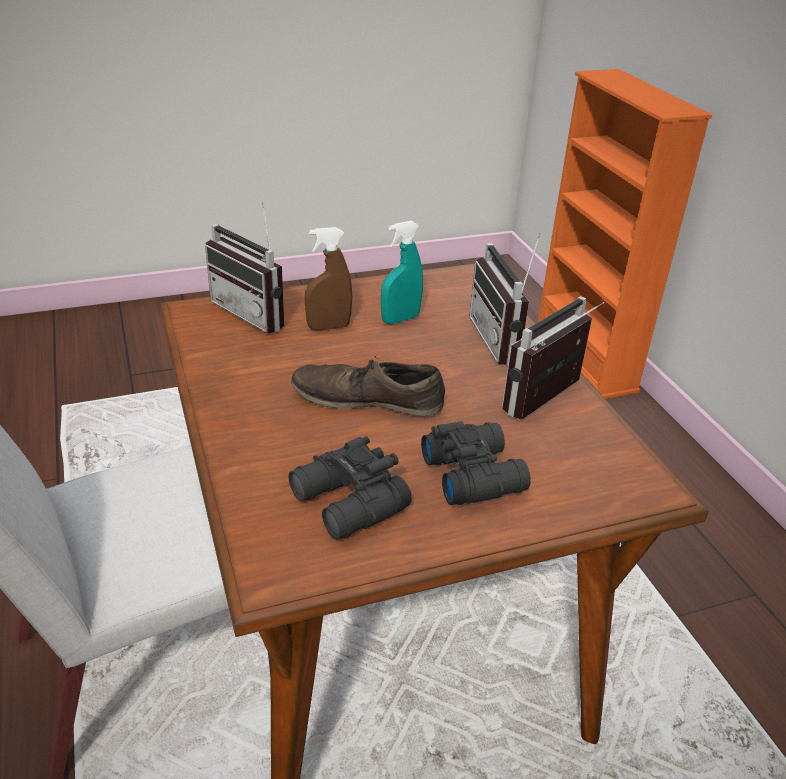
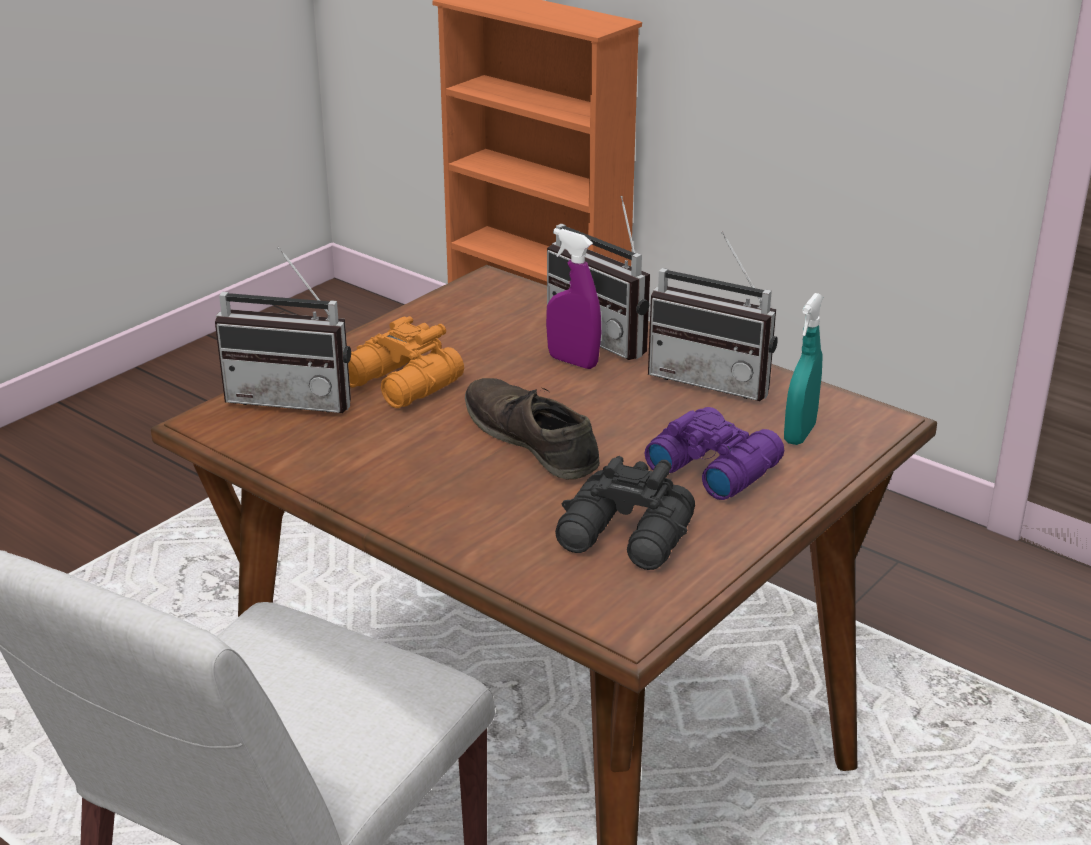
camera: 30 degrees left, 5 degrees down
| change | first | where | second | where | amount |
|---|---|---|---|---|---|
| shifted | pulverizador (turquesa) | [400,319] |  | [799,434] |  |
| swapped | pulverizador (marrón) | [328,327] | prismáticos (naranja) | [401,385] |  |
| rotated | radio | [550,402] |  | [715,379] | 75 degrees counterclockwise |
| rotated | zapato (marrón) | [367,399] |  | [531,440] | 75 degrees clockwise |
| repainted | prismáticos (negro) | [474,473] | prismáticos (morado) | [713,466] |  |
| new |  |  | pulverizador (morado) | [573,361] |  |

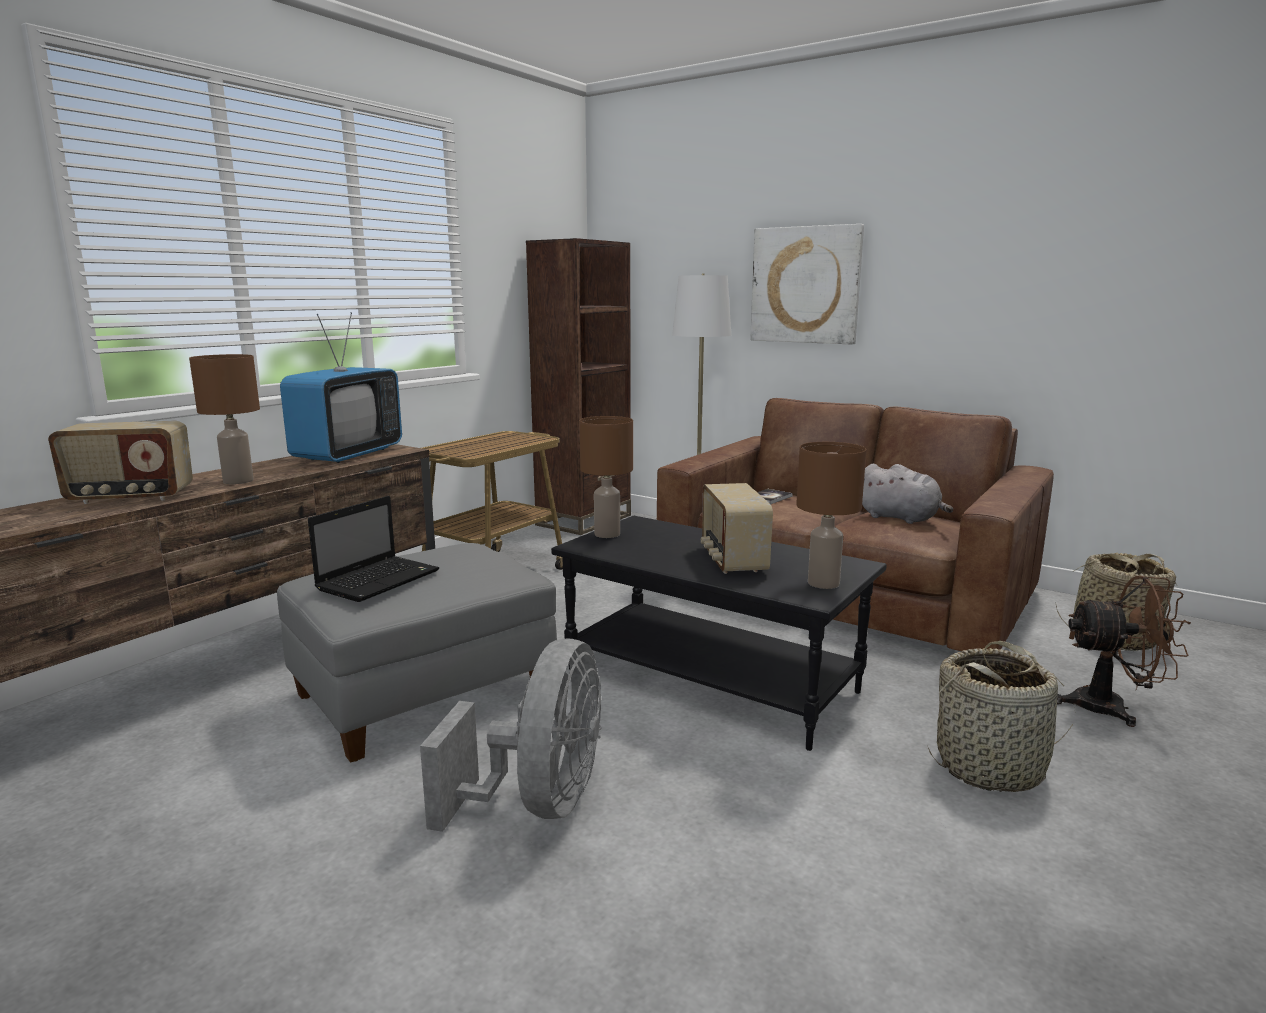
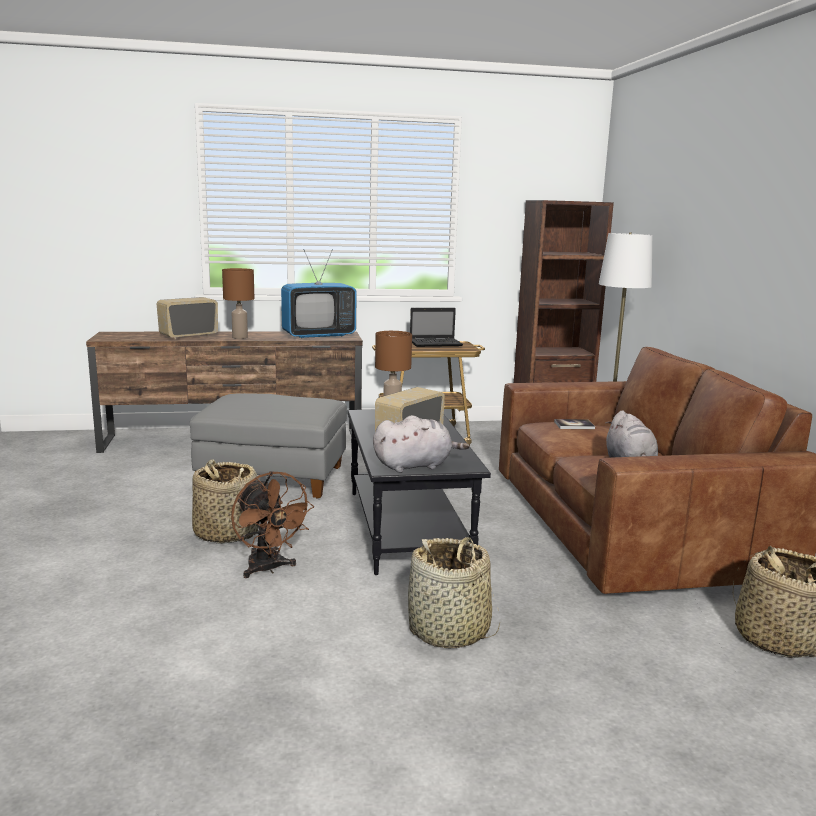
camera: 45 degrees right, 0 degrees up
| change | first | where | second | where | amount |
|---|---|---|---|---|---|
| gone | cuadro | [805,285] |  |  |  |
| rotated | radio | [130,497] |  | [188,336] | 105 degrees clockwise |
| swapped | lámpara de mesa (marrón) | [823,583] | peluche (gris) | [415,466] |  |
| shifted | portátil | [380,579] |  | [436,343] |  |
| shifted | ventilador (marrón) | [1112,707] |  | [268,569] |  |
| swapped | ventilador (gris) | [540,802] | cesta | [226,533] |  |

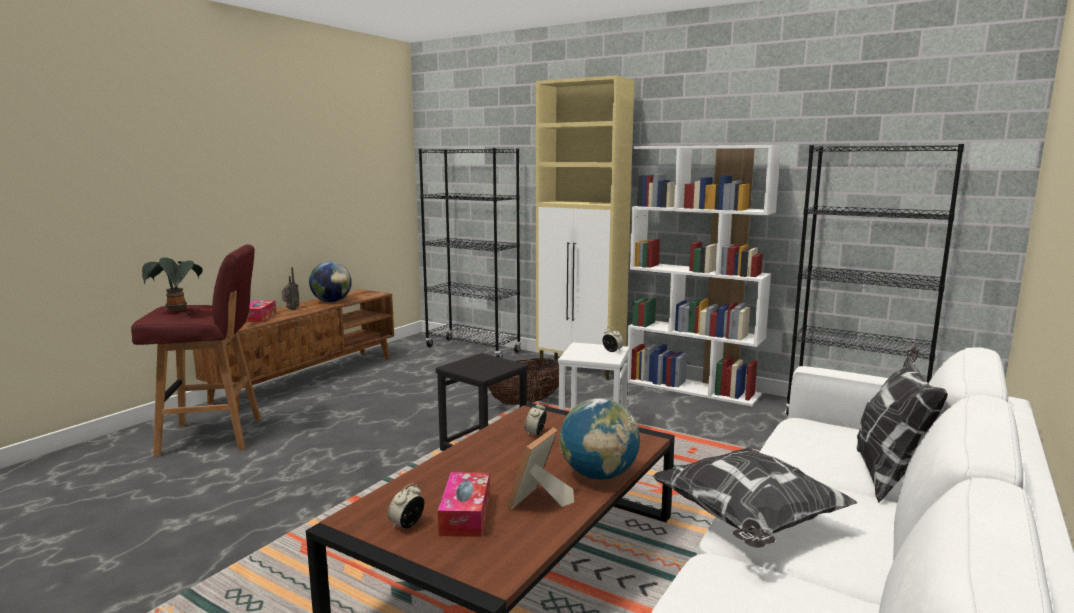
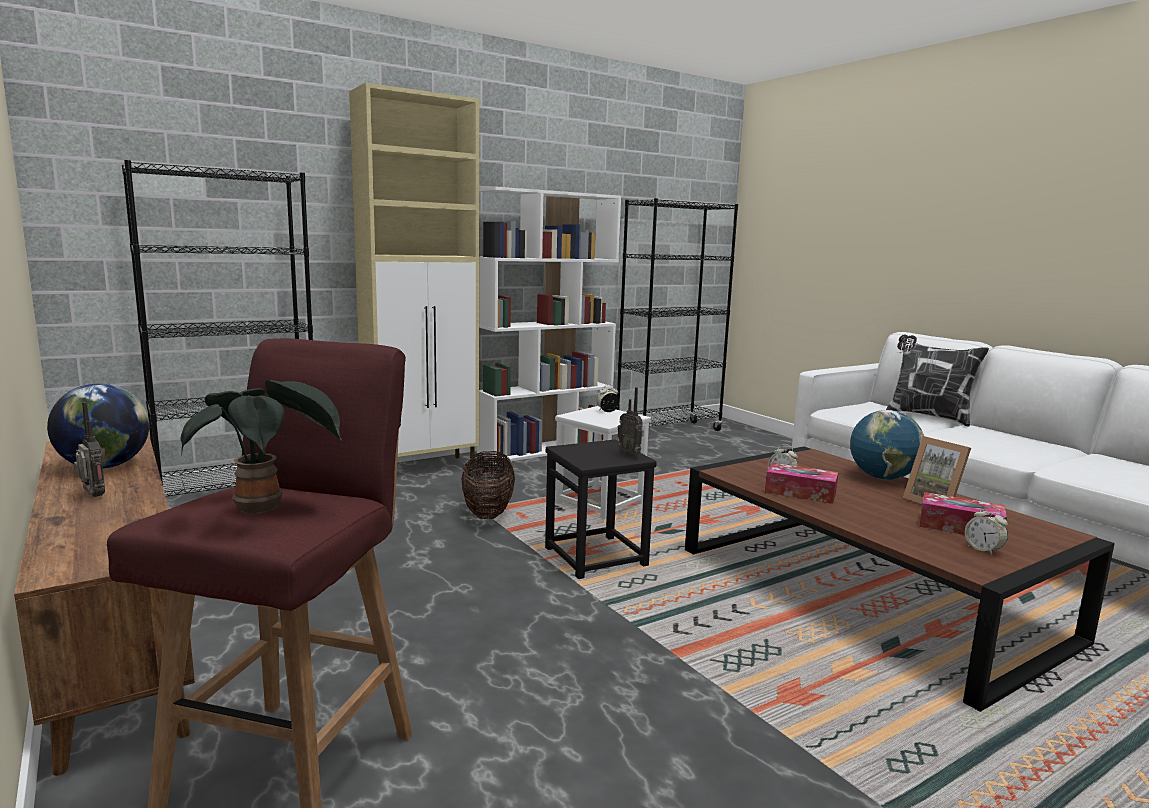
camera: 65 degrees left, 0 degrees up
| change | first | where | second | where | amount |
|---|---|---|---|---|---|
| shifted | caja de pañuelos | [259,317] |  | [800,493] |  |
| gone | cojín | [748,523] |  |  |  |
| new |  |  | radio | [630,455] |  |

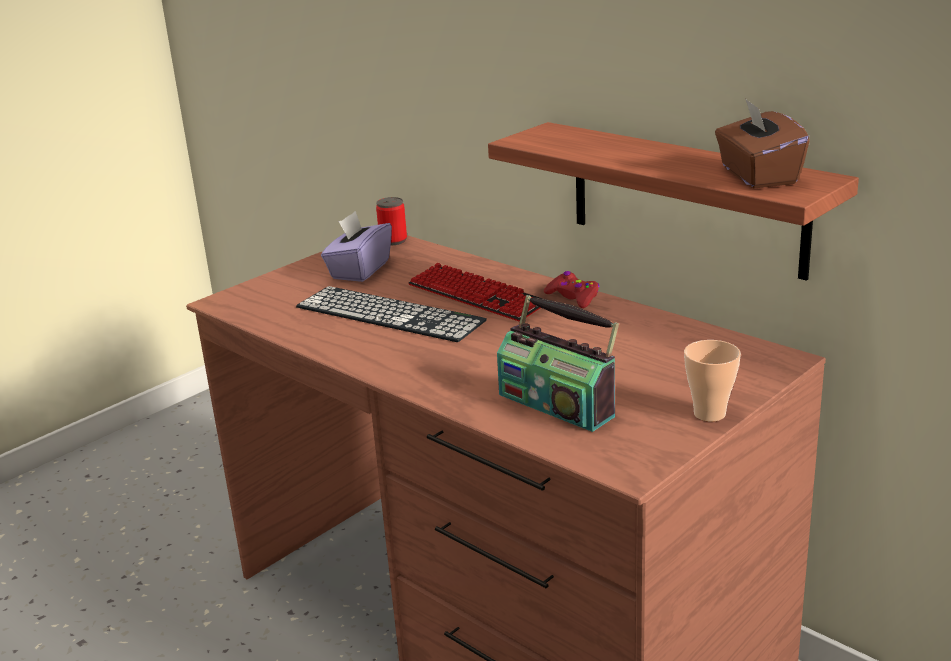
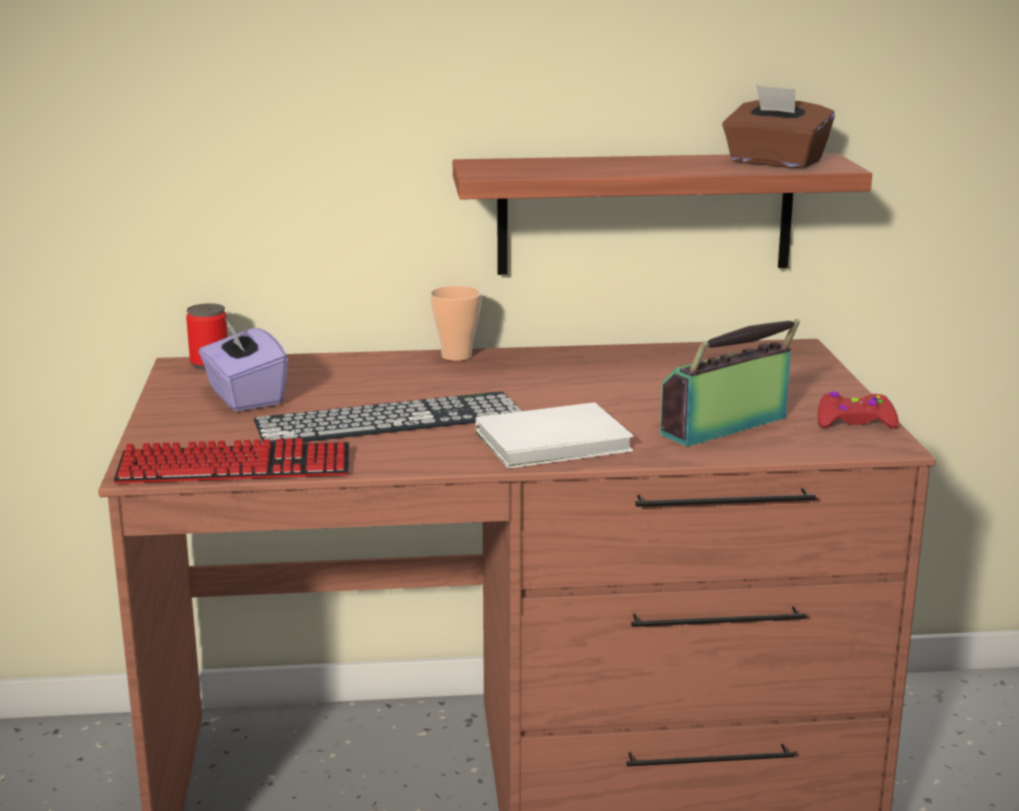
camera: 50 degrees left, 5 degrees down
| change | first | where | second | where | amount |
|---|---|---|---|---|---|
| shifted | teclado | [476,295] |  | [235,467] |  |
| shifted | mando de consola (rojo) | [573,297] |  | [854,422] |  |
| rotated | radio | [558,404] |  | [726,427] | 150 degrees clockwise |
| shifted | taza | [709,414] |  | [456,356] |  |
| new |  |  | libro (blanco) | [557,442] |  |

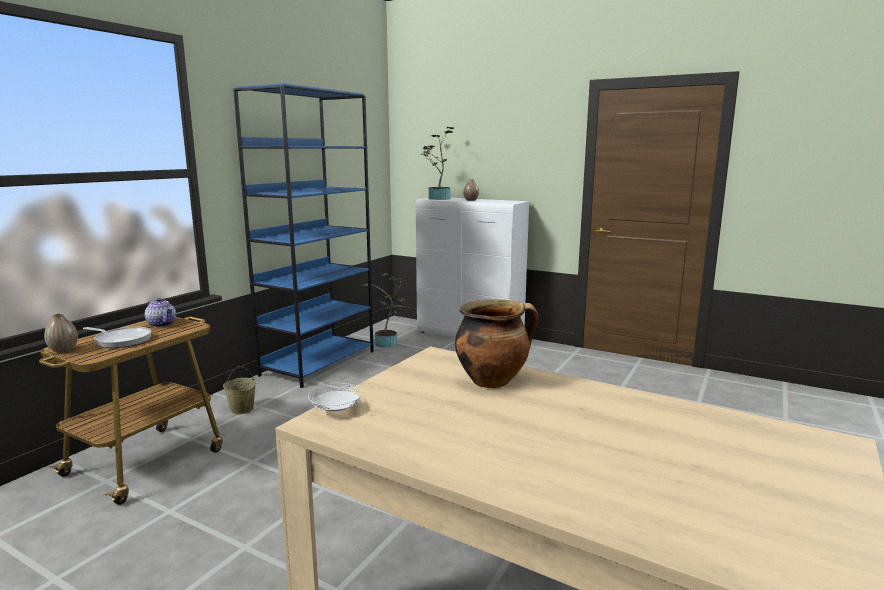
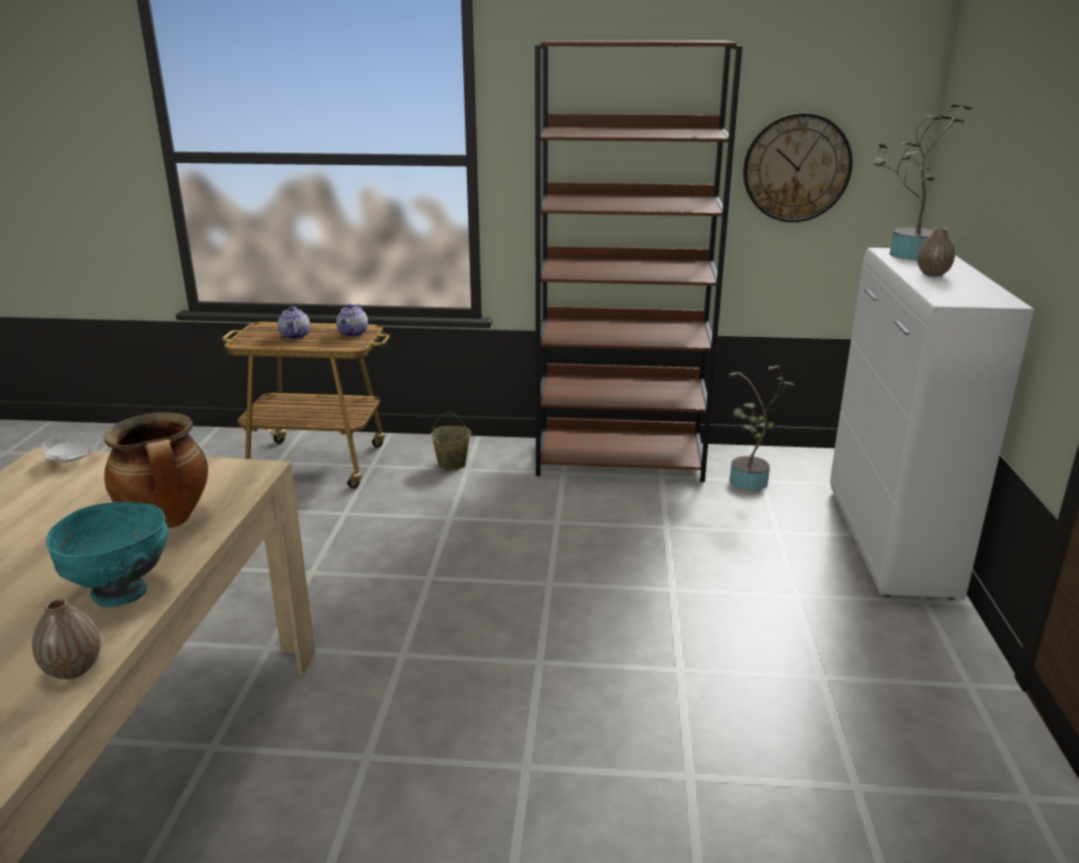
camera: 65 degrees right, 10 degrees up
| change | first | where | second | where | amount |
|---|---|---|---|---|---|
| repainted | estantería (azul) | [319,363] | estantería (marrón) | [620,460] |  |
| shifted | florero | [63,350] |  | [73,669] |  |
| swapped | sartén | [121,340] | tetera | [295,336] |  |
| new |  |  | reloj de pared | [796,168] |  |
| new |  |  | cuenco (turquesa) | [121,594] |  |

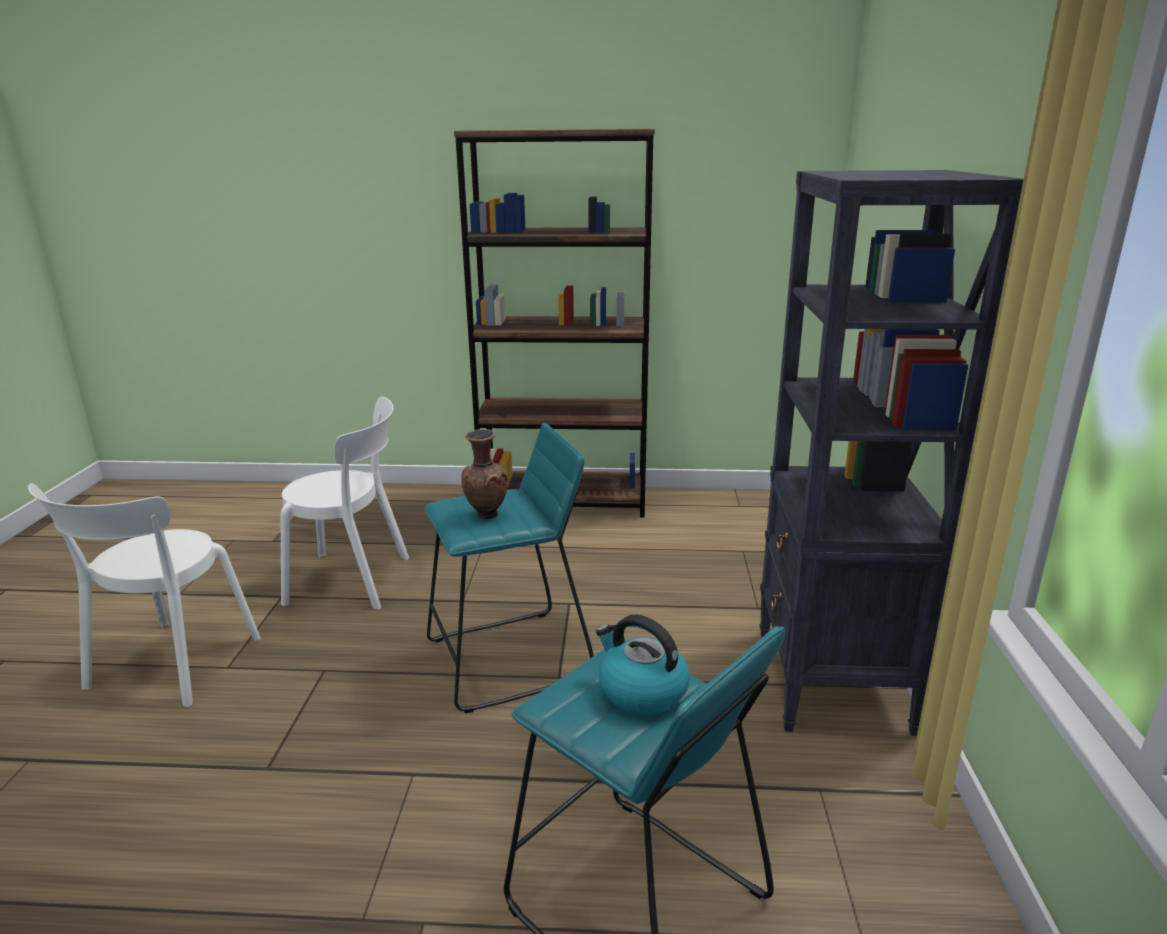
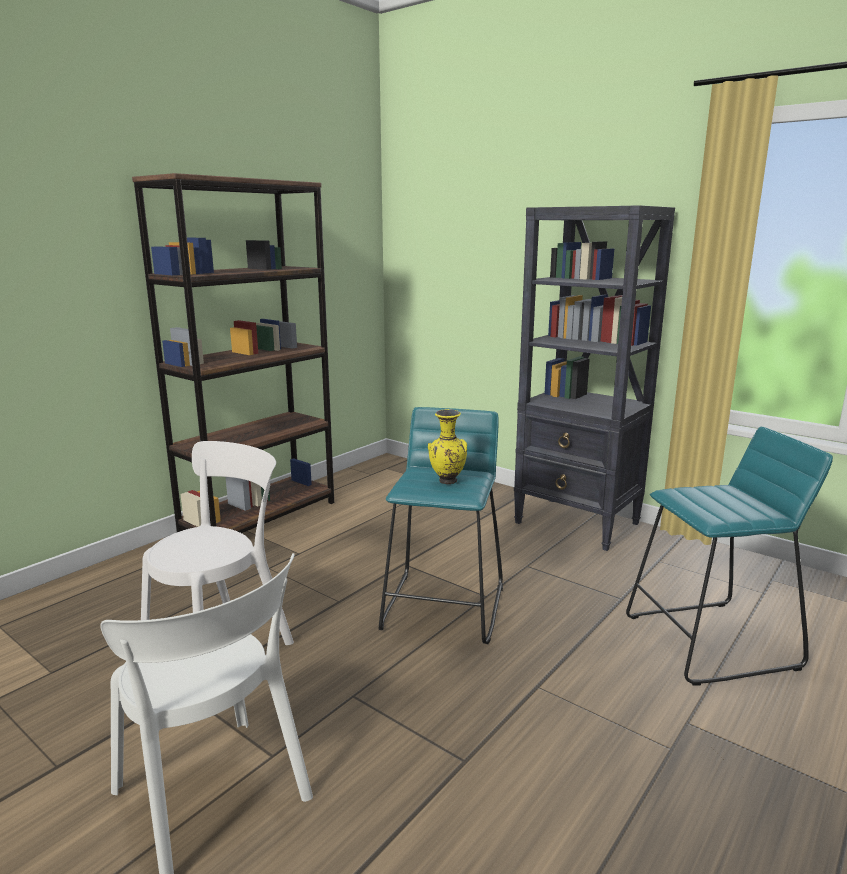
camera: 55 degrees left, 5 degrees down
| change | first | where | second | where | amount |
|---|---|---|---|---|---|
| repainted | florero (marrón) | [485,515] | florero (amarillo) | [447,482] |  |
| gone | hervidor | [641,691] |  |  |  |

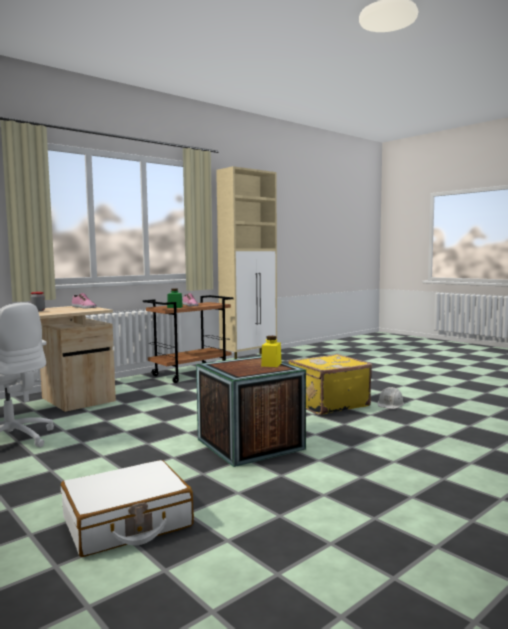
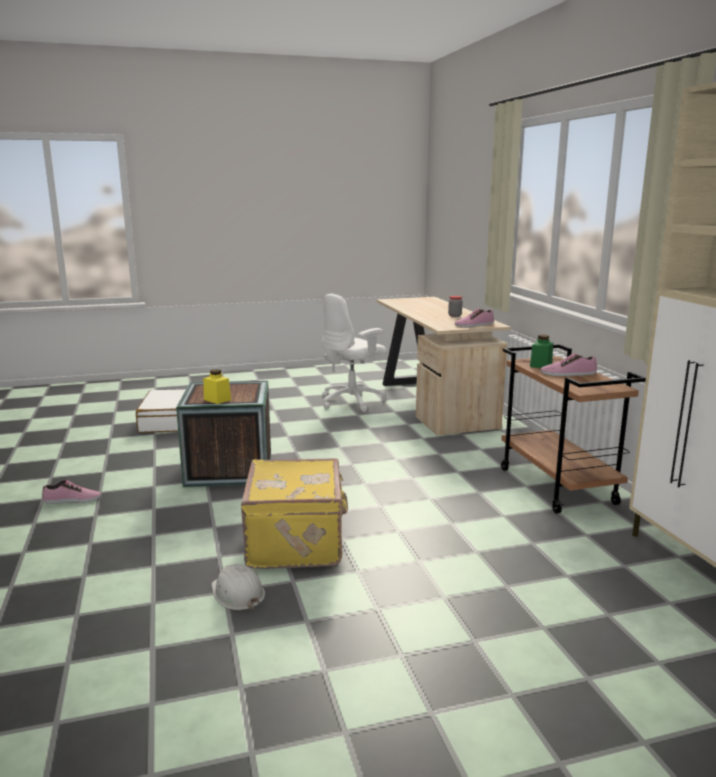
camera: 115 degrees right, 10 degrees up
| change | first | where | second | where | amount |
|---|---|---|---|---|---|
| new |  |  | zapato | [72,500] |  |

